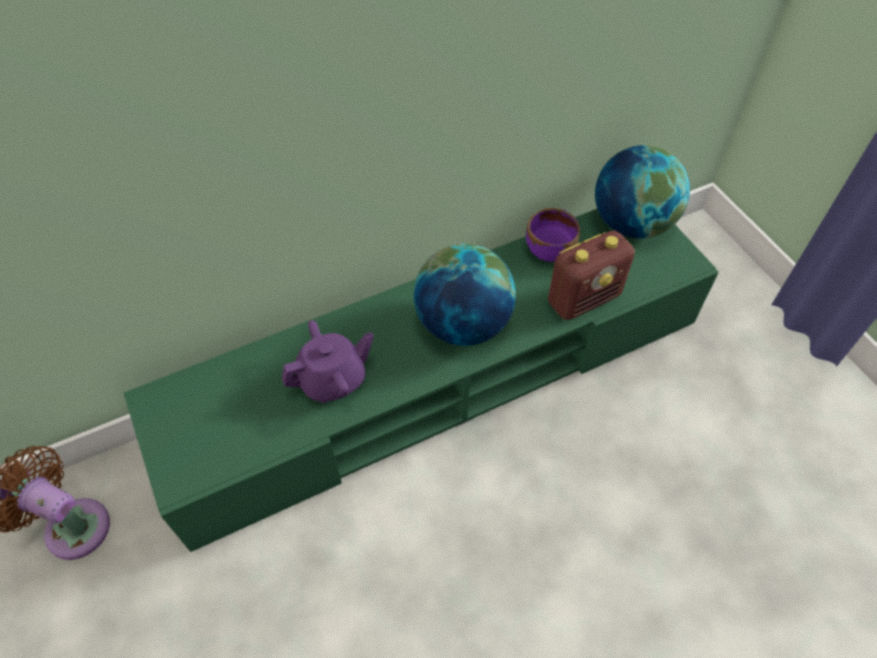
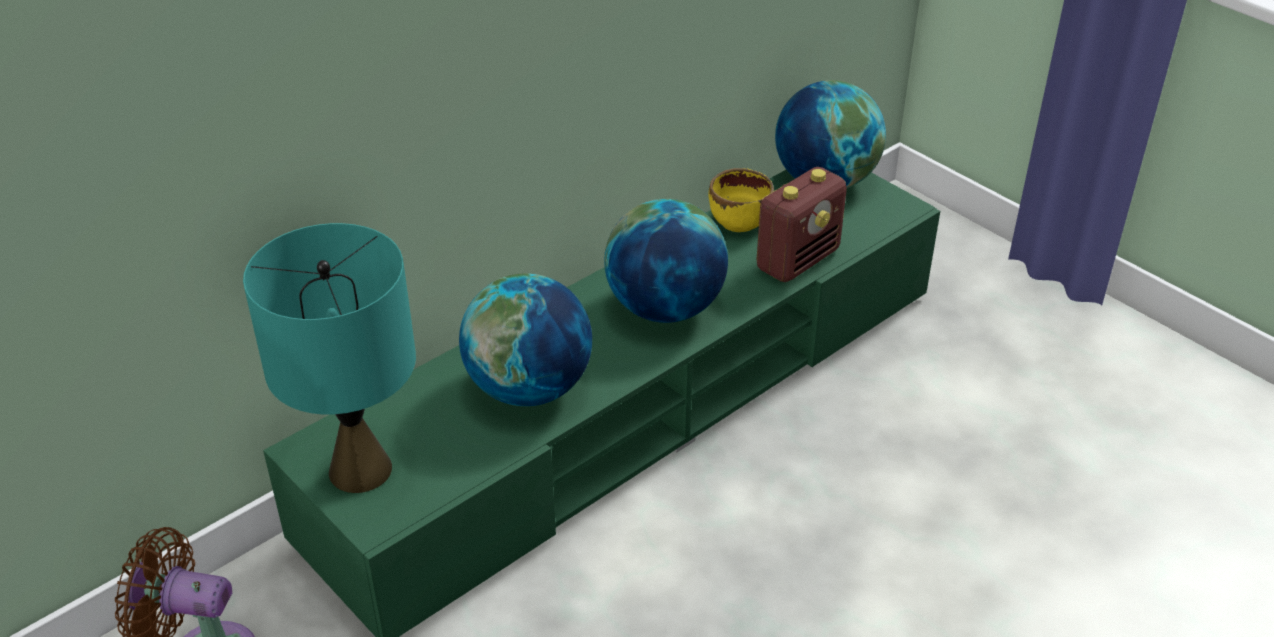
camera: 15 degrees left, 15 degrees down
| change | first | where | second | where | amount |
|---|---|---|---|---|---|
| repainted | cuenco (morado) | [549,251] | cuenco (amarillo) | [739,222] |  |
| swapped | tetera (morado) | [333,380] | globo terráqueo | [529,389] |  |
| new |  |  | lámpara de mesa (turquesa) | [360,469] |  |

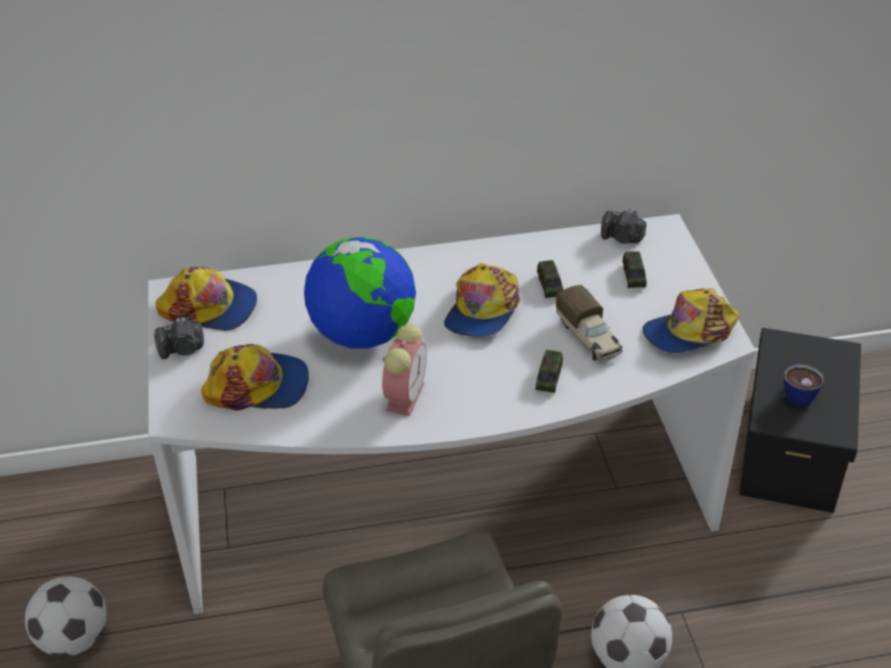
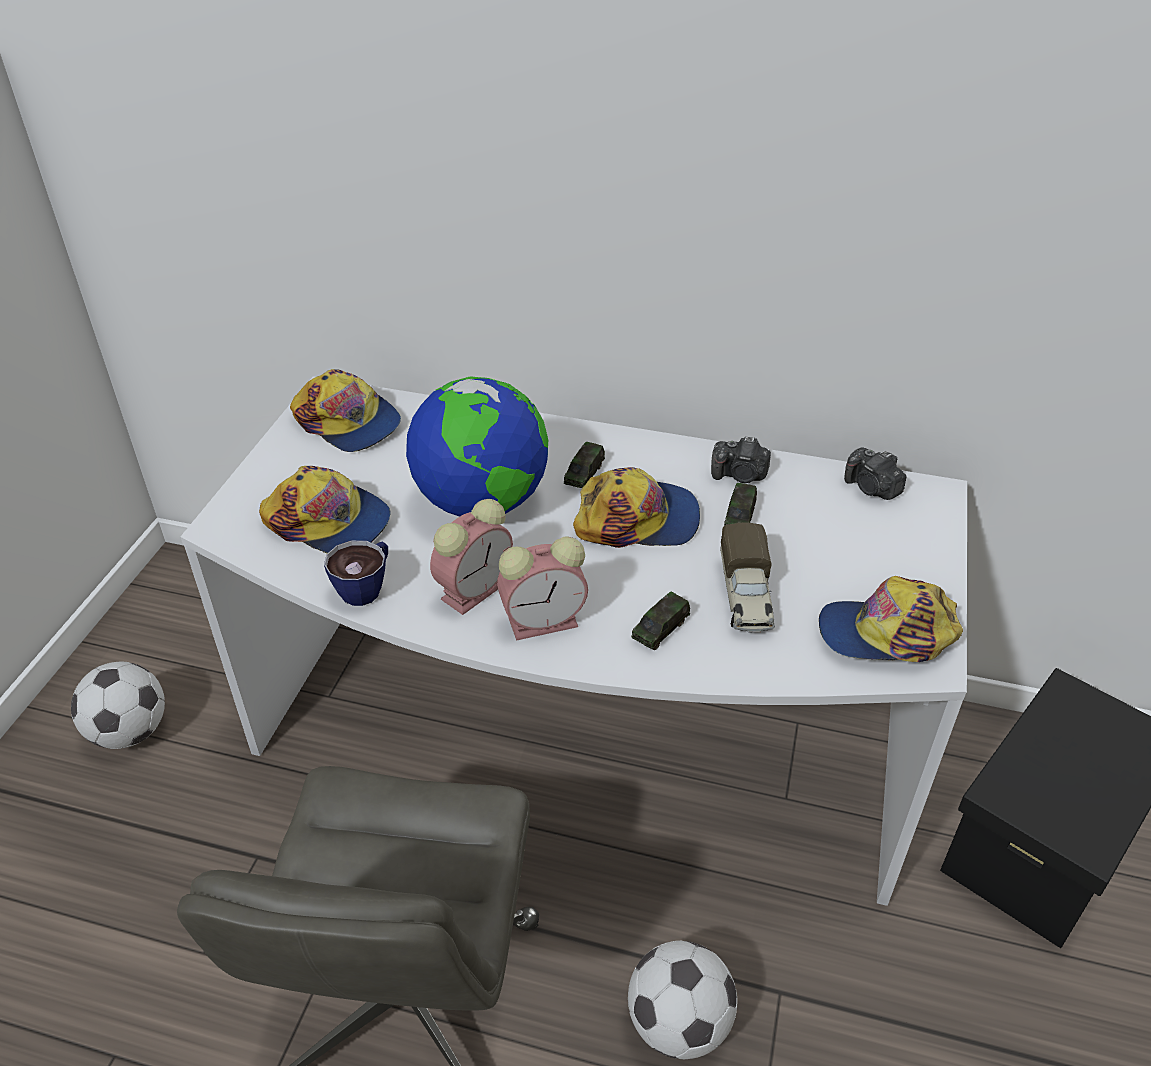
camera: 25 degrees right, 0 degrees up
| change | first | where | second | where | amount |
|---|---|---|---|---|---|
| shifted | coche de juguete | [633,276] |  | [584,474] |  |
| rotated | gorra | [482,310] |  | [637,519] | 135 degrees counterclockwise |
| shifted | cámara | [183,349] |  | [740,475] |  |
| shifted | taza | [798,394] |  | [366,587] |  |
| new |  |  | despertador | [545,621] |  |

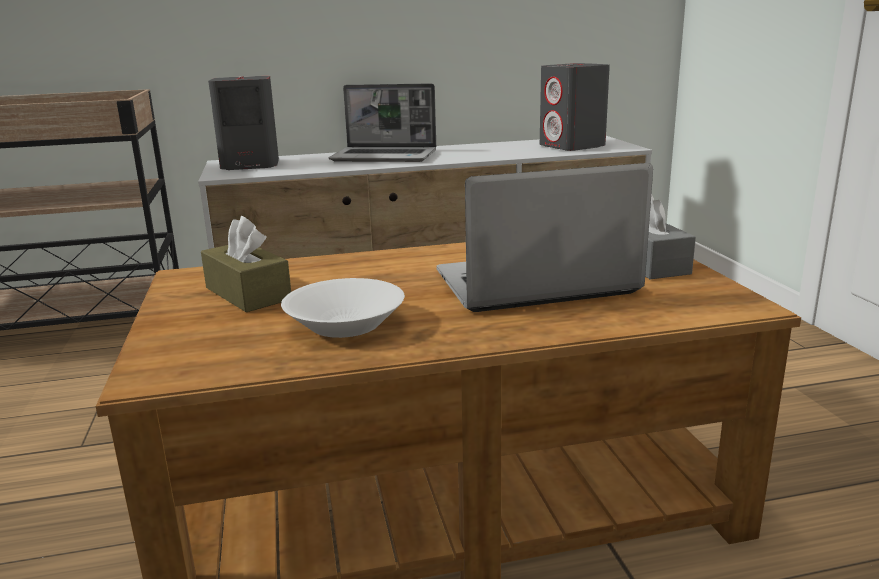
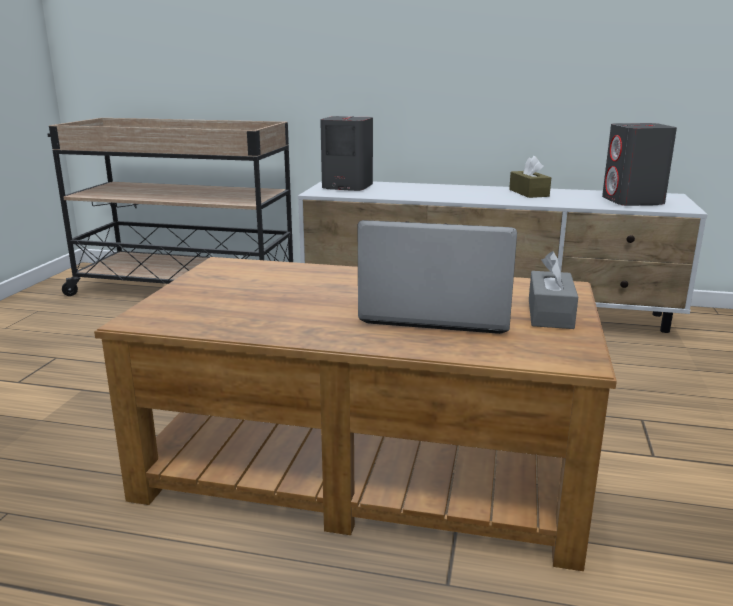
camera: 25 degrees right, 0 degrees up
| change | first | where | second | where | amount |
|---|---|---|---|---|---|
| gone | portátil | [386,157] |  |  |  |
| shifted | caja de pañuelos (marrón) | [248,294] |  | [528,193] |  |
| gone | cuenco (blanco) | [343,324] |  |  |  |

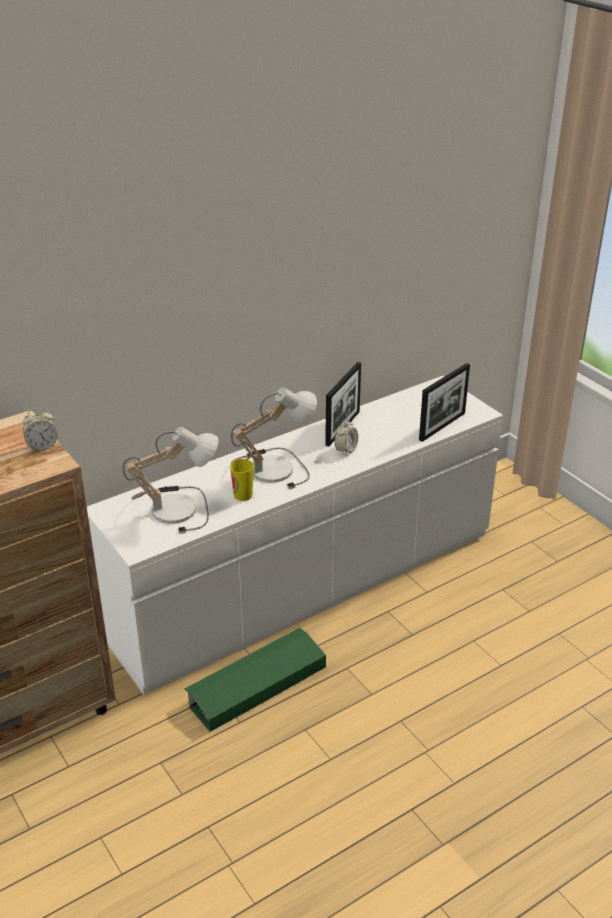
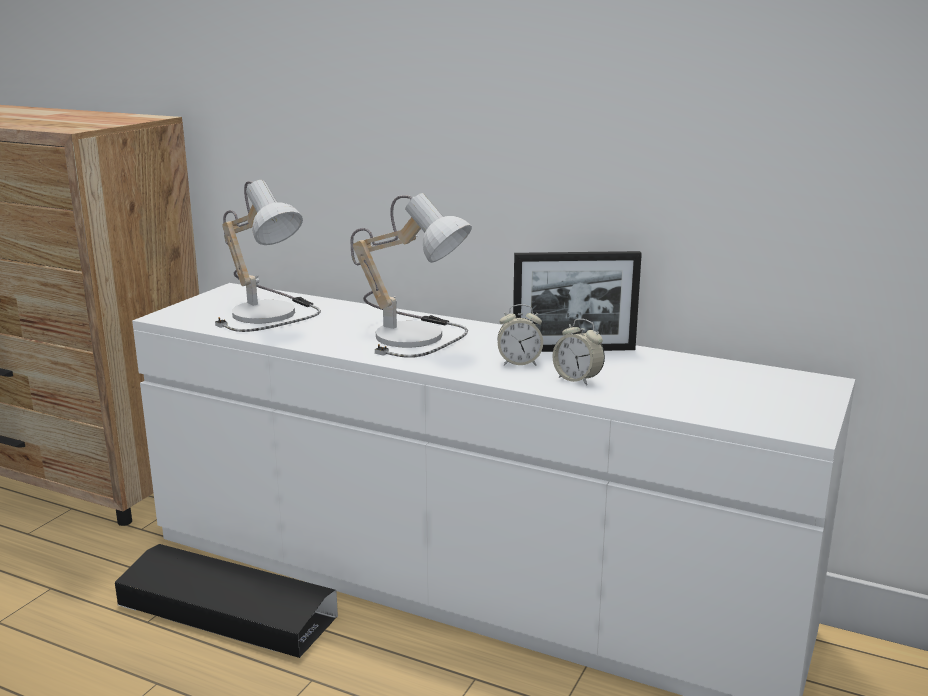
camera: 60 degrees right, 15 degrees down
| change | first | where | second | where | amount |
|---|---|---|---|---|---|
| gone | portarretratos | [442,426] |  |  |  |
| shifted | despertador | [42,446] |  | [577,379] |  |
| gone | taza | [243,495] |  |  |  |
| repainted | caja de almacenaje (verde) | [256,685] | caja de almacenaje (negro) | [226,611] |  |

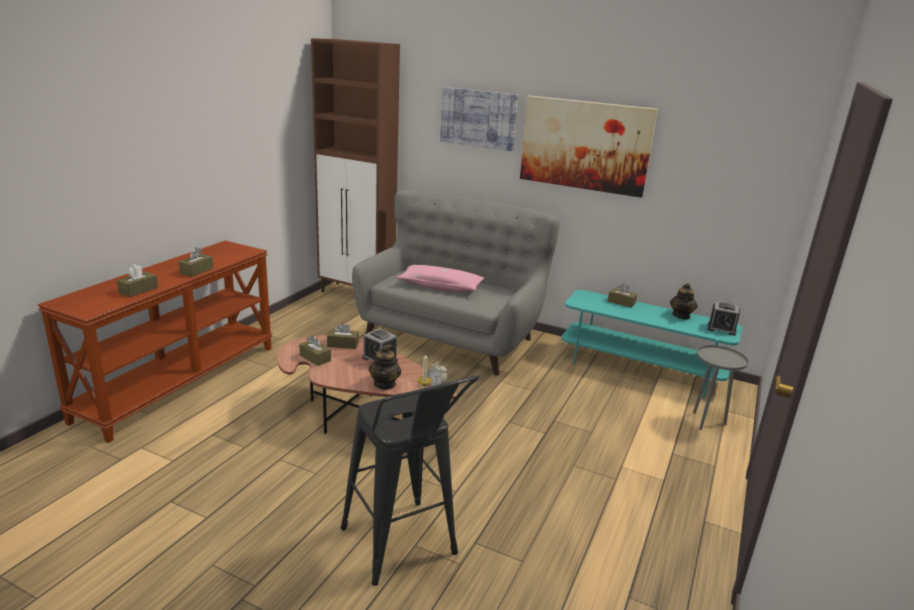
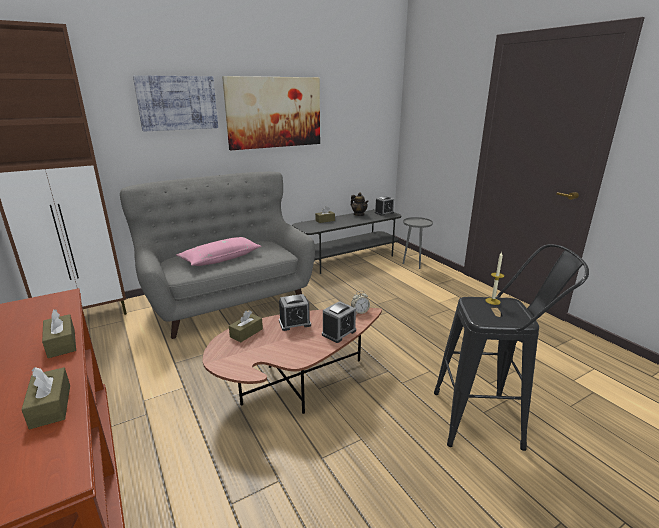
camera: 55 degrees left, 0 degrees up
| change | first | where | second | where | amount |
|---|---|---|---|---|---|
| repainted | mueble de televisión (turquesa) | [641,369] | mueble de televisión (gris) | [348,258] |  |
| gone | caja de pañuelos (marrón) | [315,358] |  |  |  |
| swapped | tetera | [385,384] | despertador | [339,332] |  |

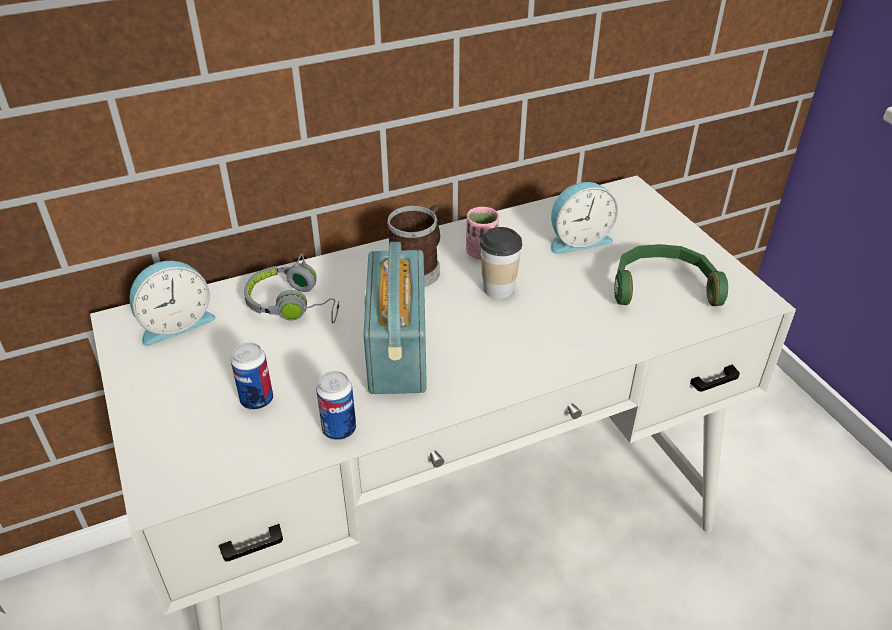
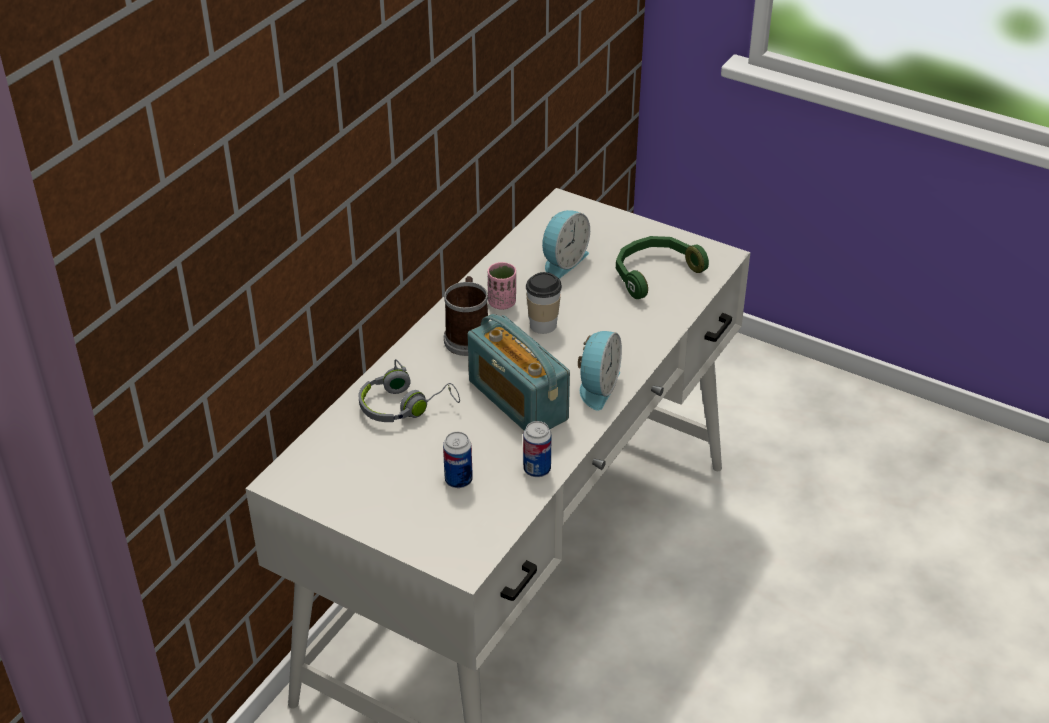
camera: 35 degrees left, 0 degrees up
| change | first | where | second | where | amount |
|---|---|---|---|---|---|
| shifted | despertador | [175,323] |  | [597,387] |  |

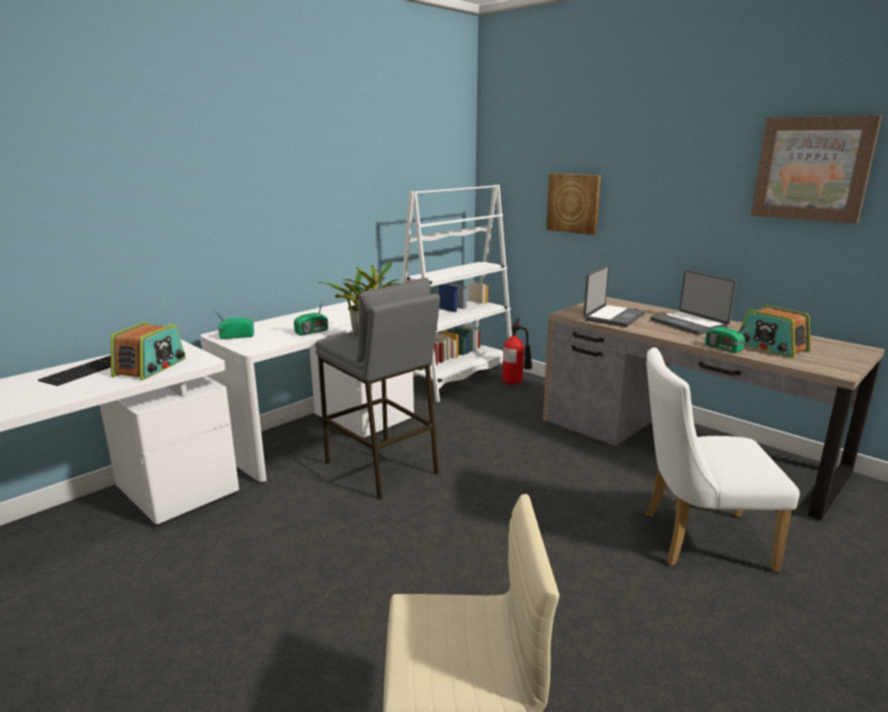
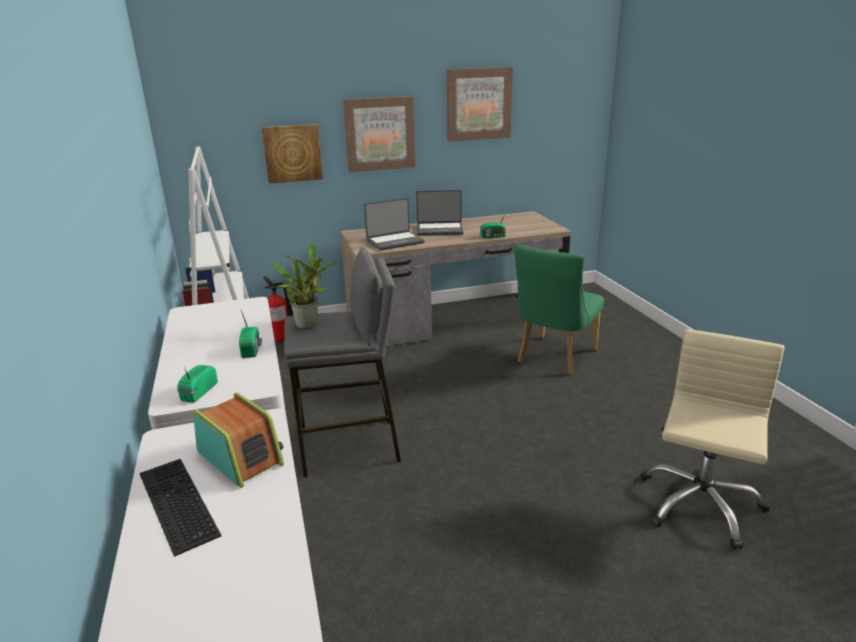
camera: 60 degrees left, 5 degrees up
| change | first | where | second | where | amount |
|---|---|---|---|---|---|
| rotated | portátil | [613,317] |  | [394,242] | 90 degrees clockwise |
| gone | radio | [771,347] |  |  |  |
| repainted | silla (blanco) | [696,540] | silla (verde) | [553,358] |  |
| new |  |  | cuadro | [379,134] |  |

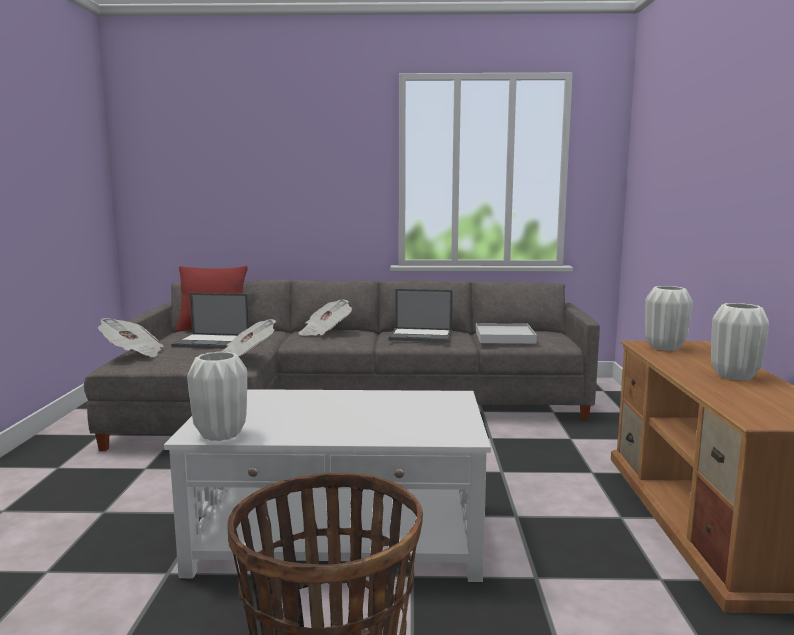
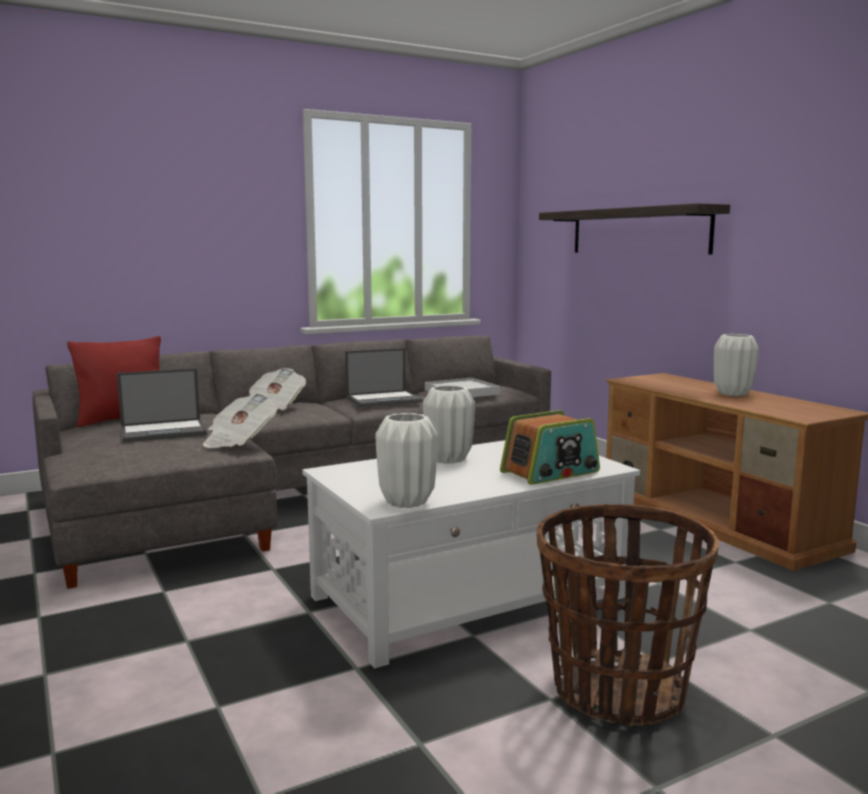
camera: 30 degrees left, 0 degrees up
| change | first | where | second | where | amount |
|---|---|---|---|---|---|
| shifted | florero (blanco) | [665,348] |  | [449,459] |  |
| gone | periódico | [133,353] |  |  |  |
| new |  |  | estante | [638,231] |  |
| new |  |  | radio | [550,472] |  |

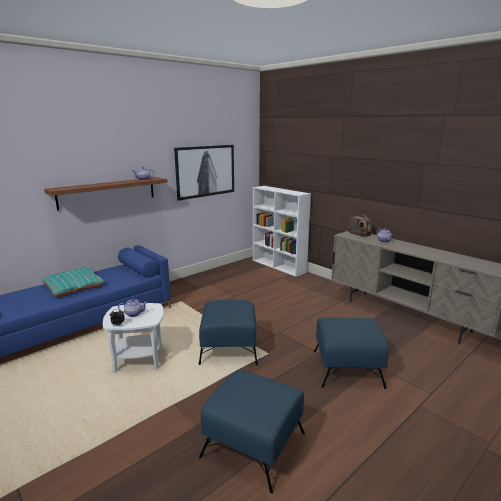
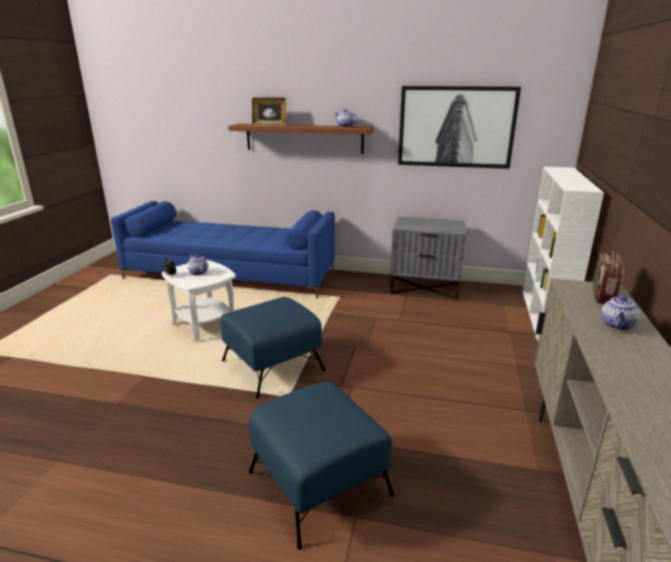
camera: 55 degrees right, 5 degrees up
| change | first | where | second | where | amount |
|---|---|---|---|---|---|
| gone | cojín (turquesa) | [73,286] |  |  |  |
| gone | puf (azul) | [253,444] |  |  |  |
| new |  |  | portarretratos | [270,125] |  |
| new |  |  | mesita de noche (gris) | [425,288] |  |

